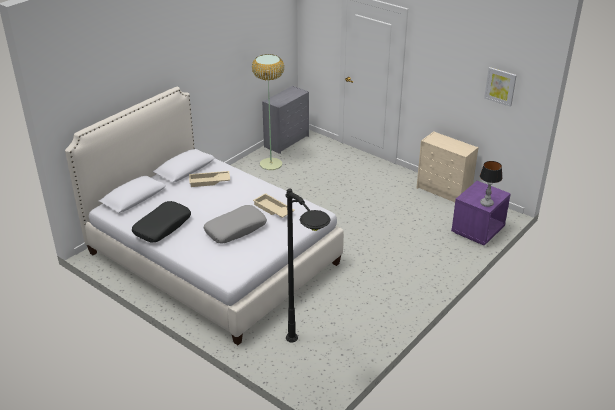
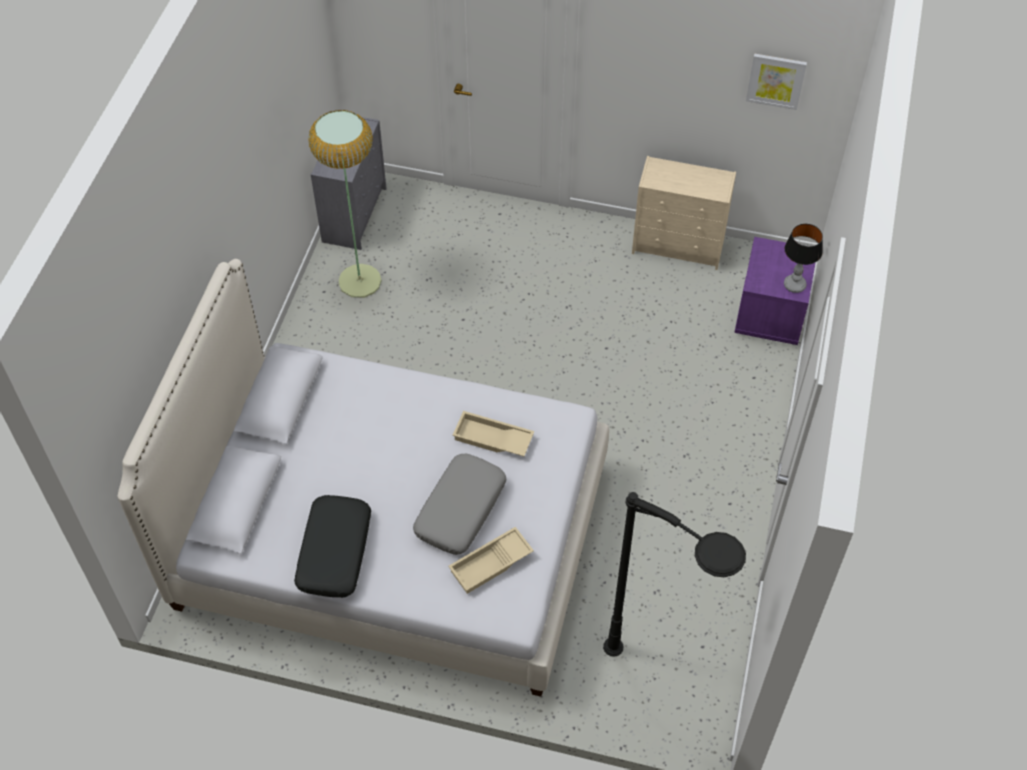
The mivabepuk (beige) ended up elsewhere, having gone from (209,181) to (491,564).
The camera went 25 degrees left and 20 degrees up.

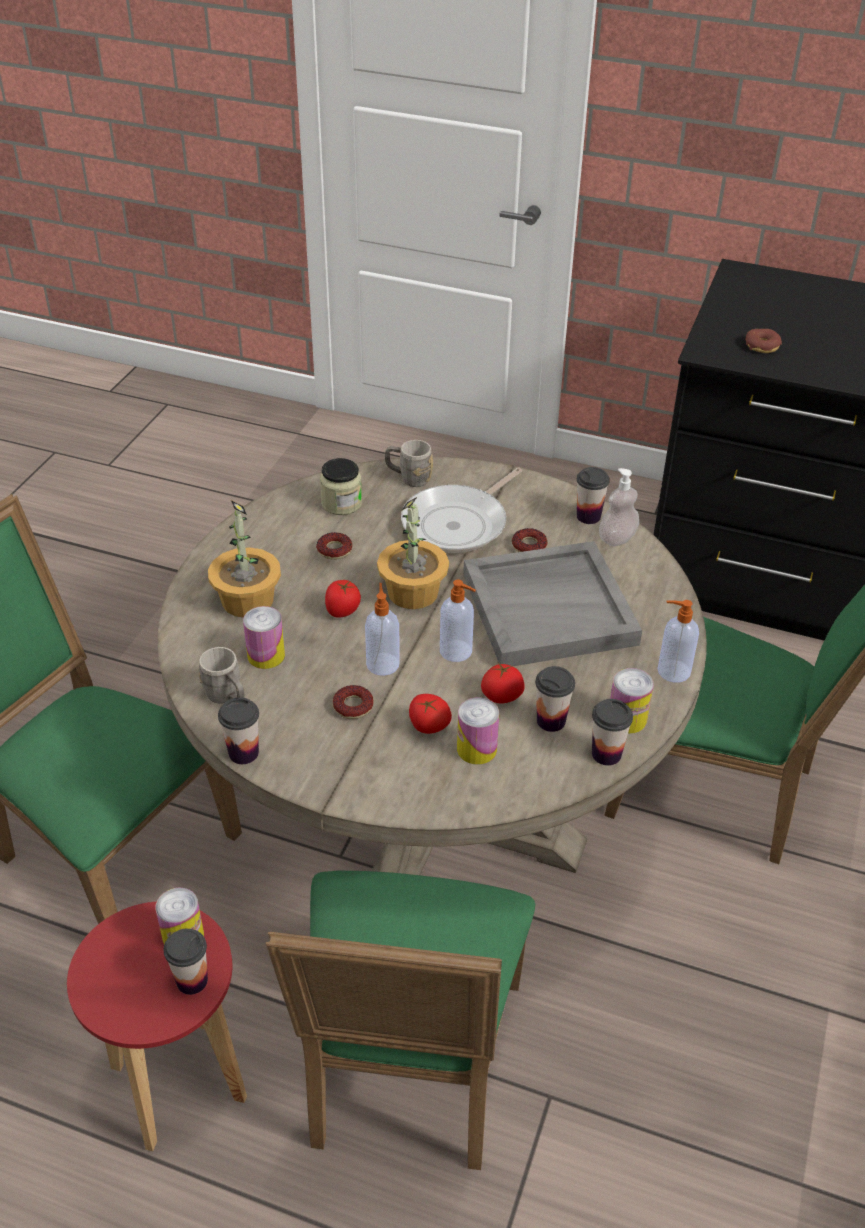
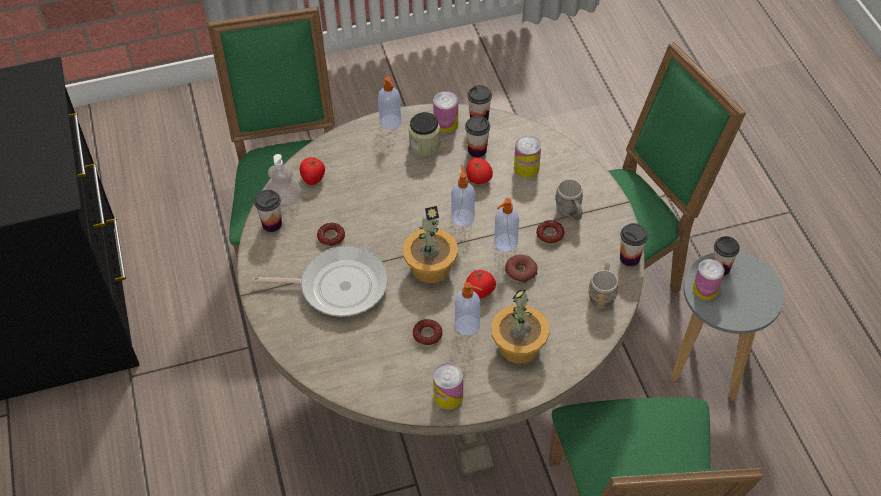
The second view lost the mivabepuk (grey) at (549,608).
The second view gained the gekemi at (468,325).
The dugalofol ended up elsewhere, having gone from (266,655) to (448,396).
The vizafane ended up elsewhere, having gone from (341,503) to (424,145).
The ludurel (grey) ended up elsewhere, having gone from (409,478) to (570,213).
The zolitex ended up elsewhere, having gone from (428,726) to (313,178).
The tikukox ended up elsewhere, having gone from (762,346) to (520,272).
What was the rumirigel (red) at (179,1084) turned into the rumirigel (grey) at (710,364).
The camera went 125 degrees left and 10 degrees up.

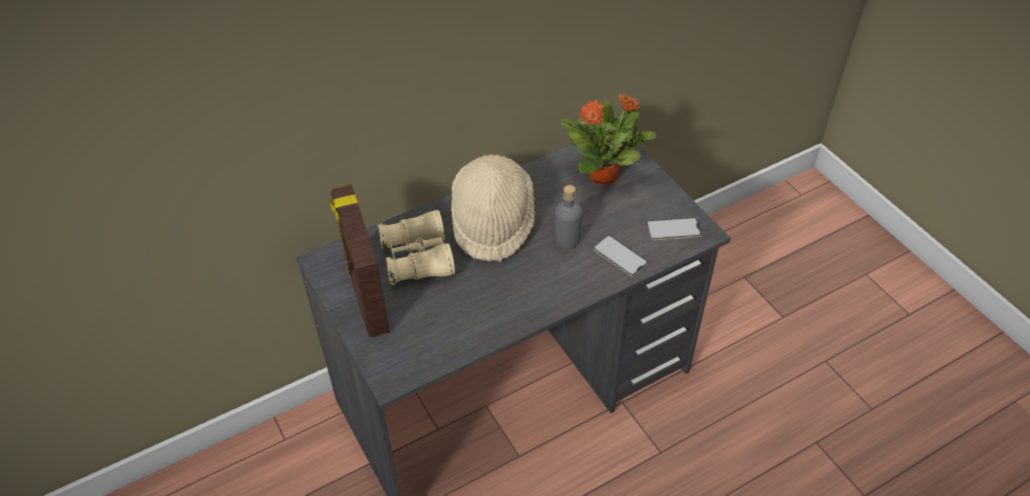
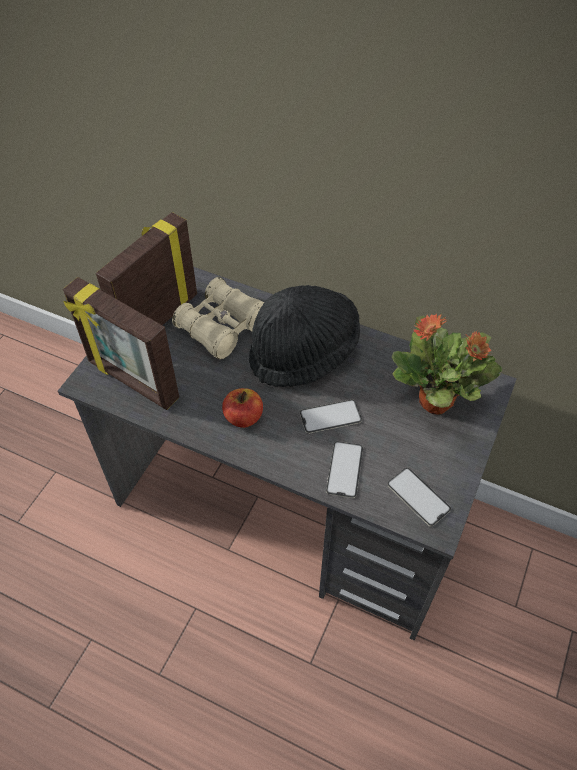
The second view gained the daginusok at (132,381).
The second view gained the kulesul at (243,417).
Where the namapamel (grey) stood at (567,239), the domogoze came to stand at (330,416).
What was the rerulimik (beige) at (492,222) turned into the rerulimik (black) at (303,352).
The camera went 55 degrees right and 5 degrees up.

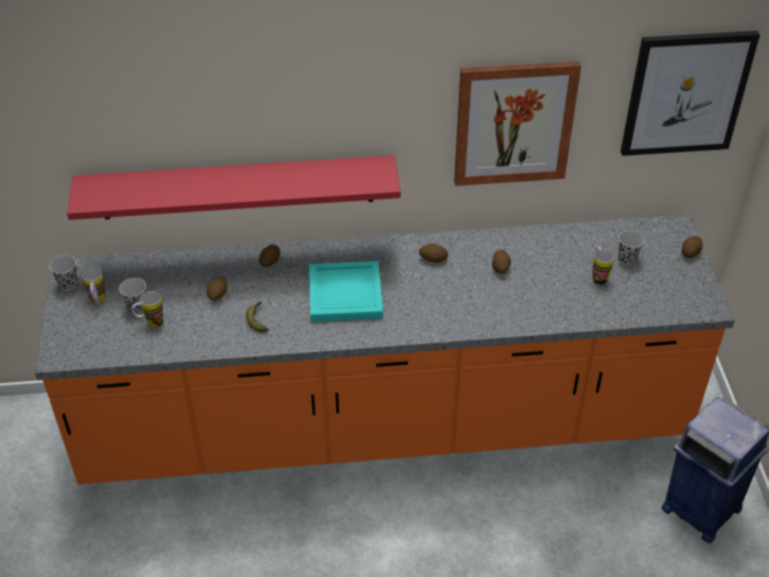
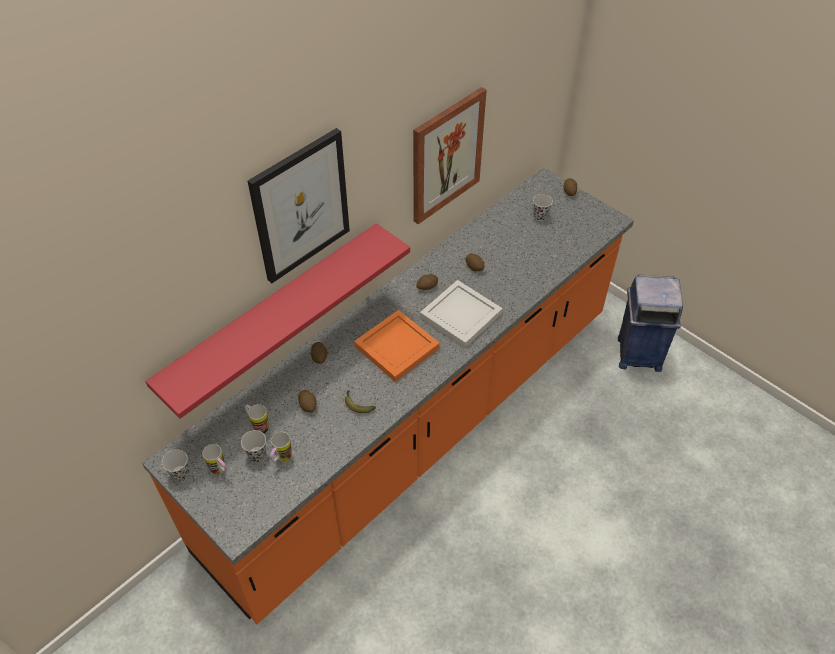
The second view gained the mivabepuk (white) at (460,314).
The ludurel ended up elsewhere, having gone from (598,276) to (258,426).
The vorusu ended up elsewhere, having gone from (686,93) to (300,206).
What was the mivabepuk (turquoise) at (346,295) turned into the mivabepuk (orange) at (398,347).
The camera went 40 degrees left and 5 degrees up.

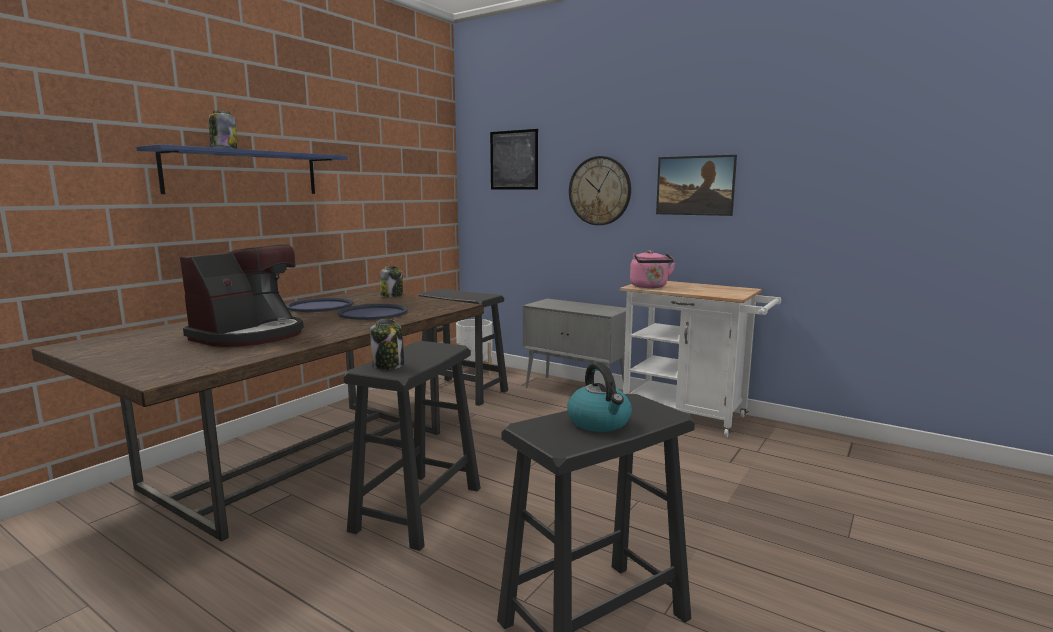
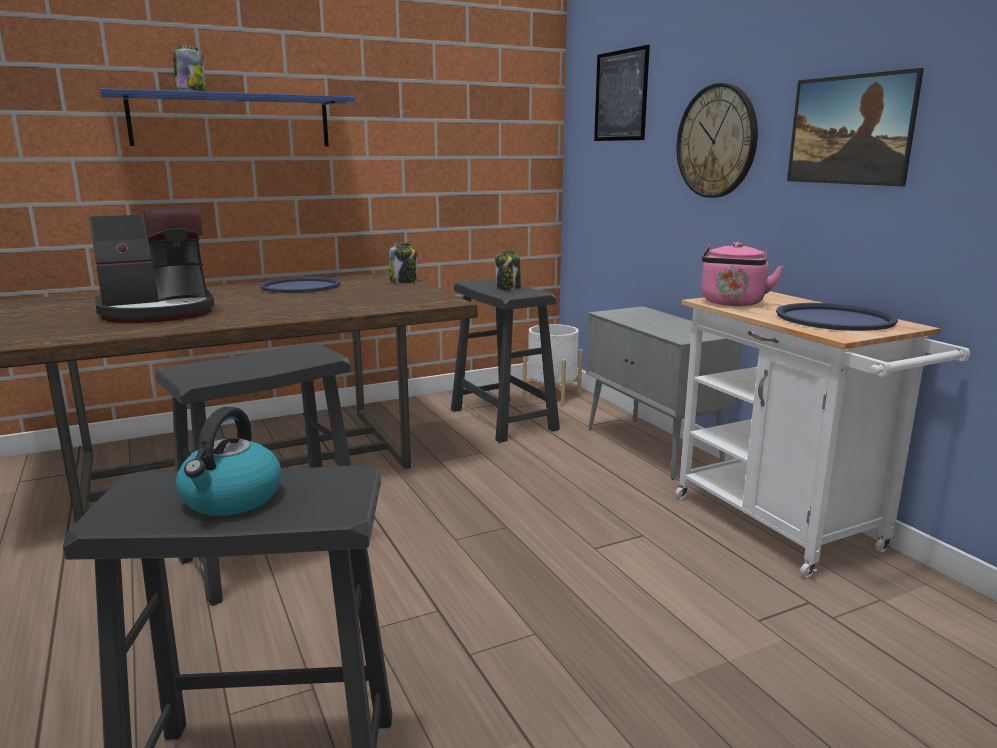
The mivabepuk (blue) ended up elsewhere, having gone from (373,313) to (834,319).
The vizafane ended up elsewhere, having gone from (388,365) to (508,288).
The camera went 30 degrees right and 5 degrees up.

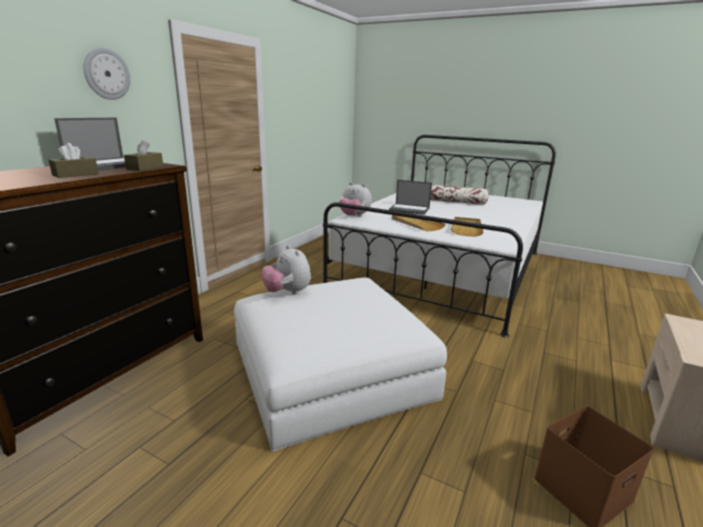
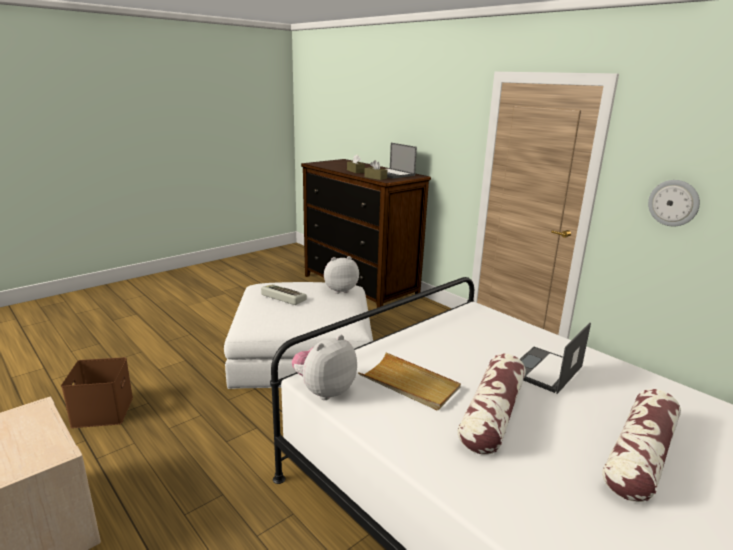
The second view lost the mivabepuk (beige) at (416,224).
The second view gained the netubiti at (282,297).
The second view gained the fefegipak at (492,415).
The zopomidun ended up elsewhere, having gone from (106,74) to (673,203).
The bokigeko ended up elsewhere, having gone from (354,216) to (324,391).
The camera went 110 degrees right and 0 degrees up.

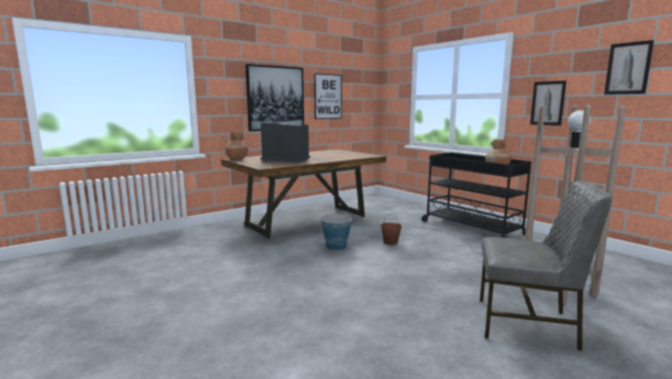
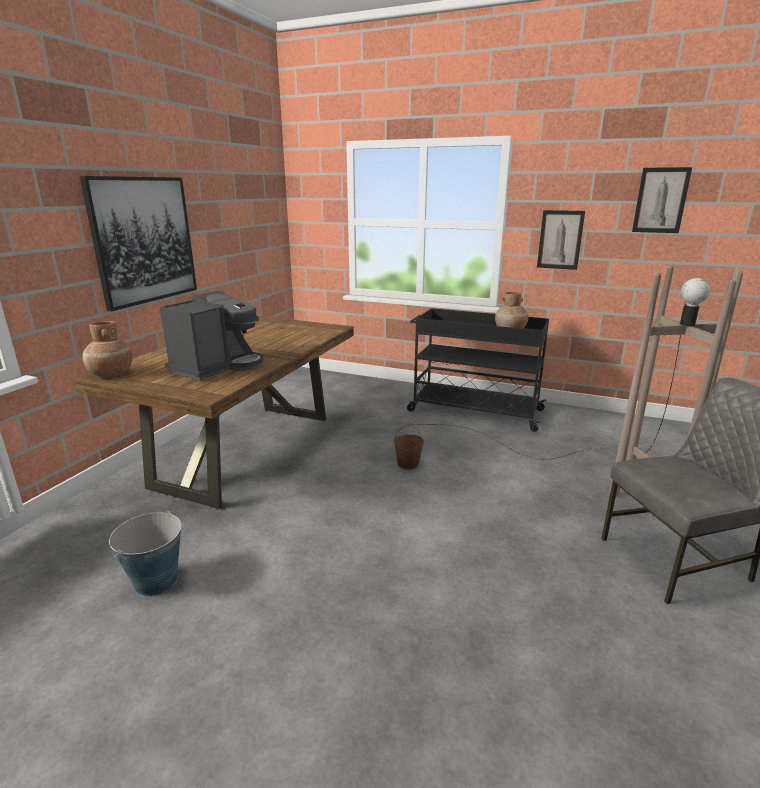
The second view lost the vorusu at (328,96).
The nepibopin ended up elsewhere, having gone from (336,246) to (155,581).
The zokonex at (285,161) ended up facing another way, 135 degrees clockwise from before.
The camera went 30 degrees left and 10 degrees up.

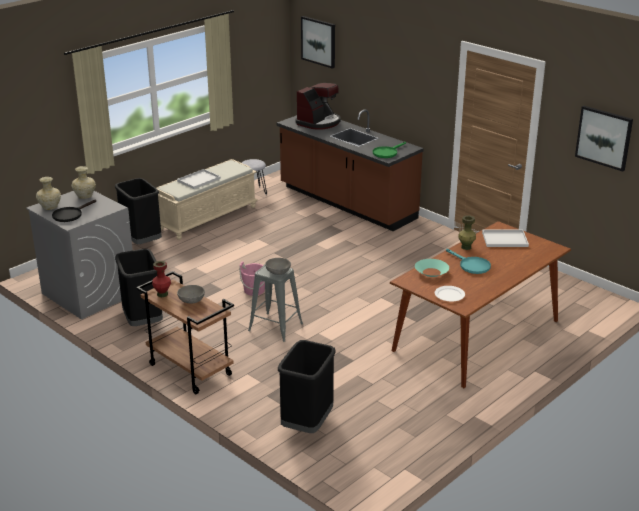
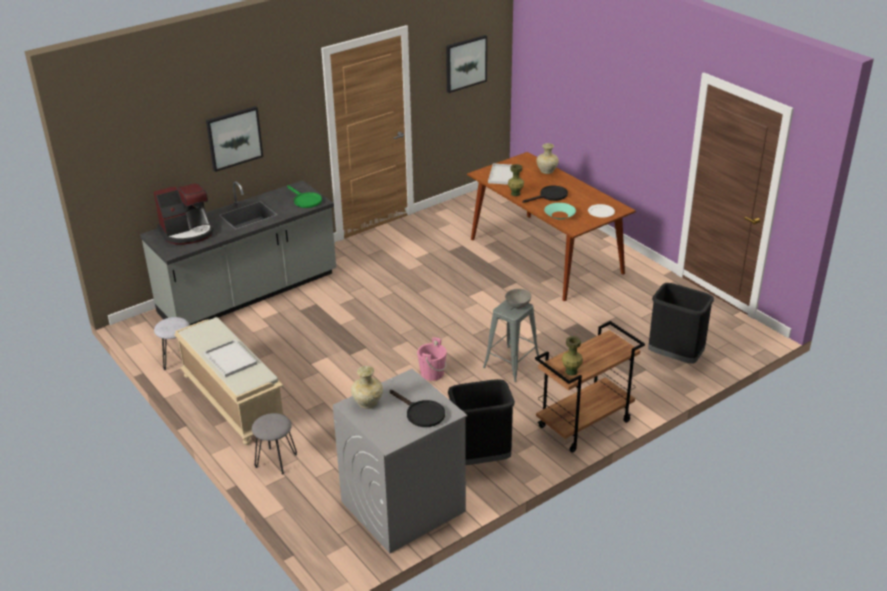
The second view lost the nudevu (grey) at (192,301).
The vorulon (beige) ended up elsewhere, having gone from (49,207) to (547,171).
The vorusu ended up elsewhere, having gone from (319,41) to (234,138).
Where the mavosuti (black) stood at (141,241), the rumirigel (grey) came to stand at (276,460).
What was the vorulon (red) at (162,294) turned into the vorulon (green) at (571,371).
What was the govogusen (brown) at (346,203) turned into the govogusen (grey) at (249,294).
What was the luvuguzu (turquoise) at (471,265) turned into the luvuguzu (black) at (550,196).
The zokonex at (319,122) ended up facing another way, 105 degrees clockwise from before.
The camera went 80 degrees left and 5 degrees up.

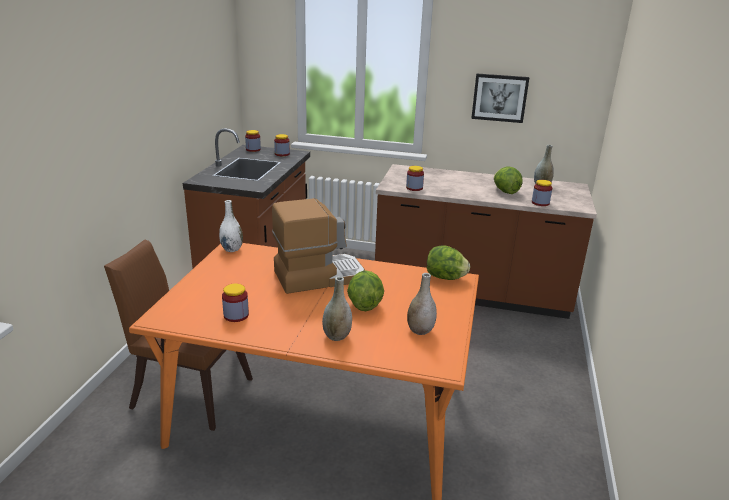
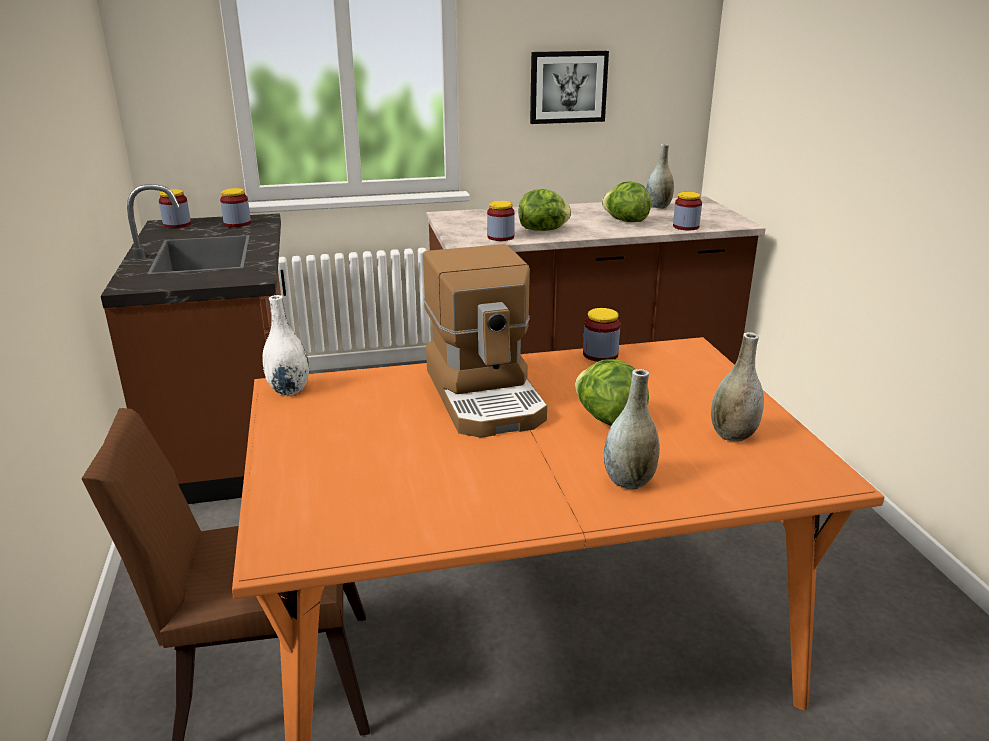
The vizafane ended up elsewhere, having gone from (236,315) to (600,354).
The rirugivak ended up elsewhere, having gone from (445,278) to (543,230).
The zokonex at (318,276) ended up facing another way, 120 degrees clockwise from before.
The camera went 25 degrees left and 0 degrees up.

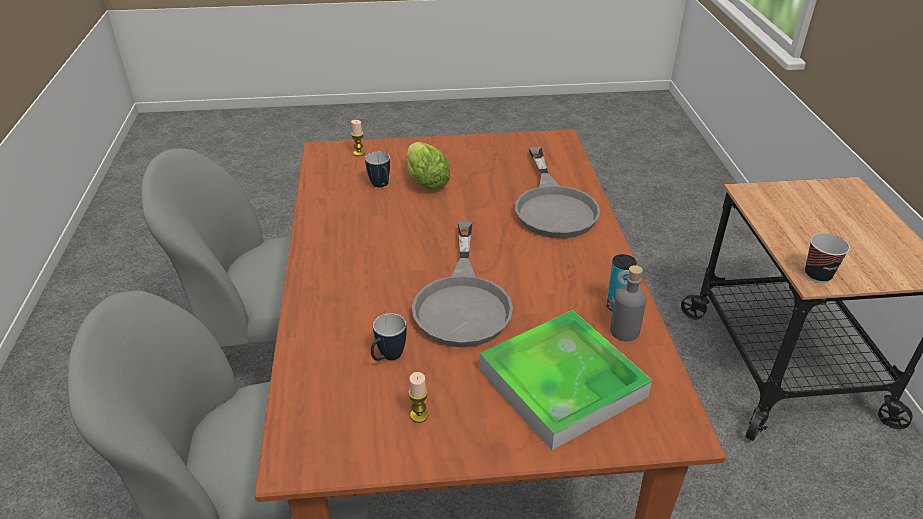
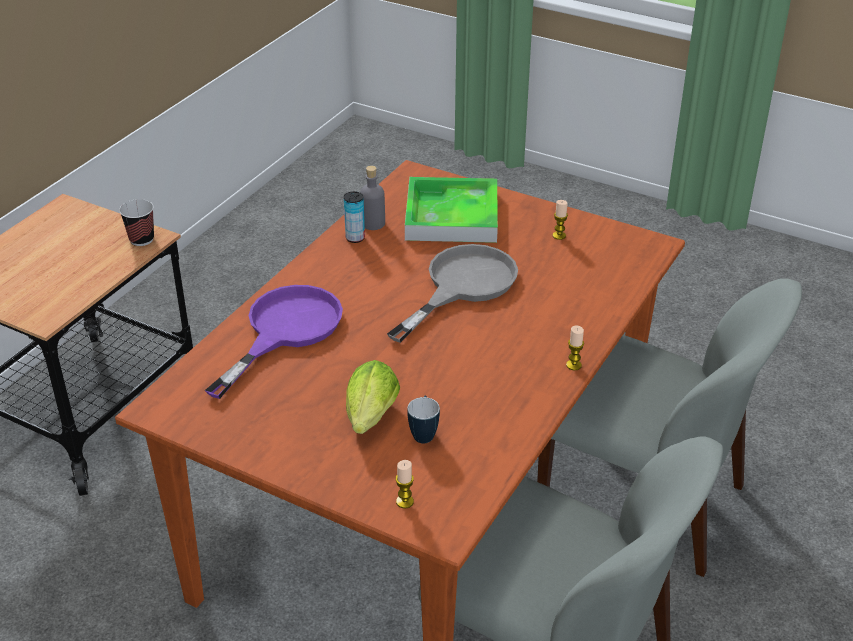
The second view lost the ludurel at (387,358).
The second view gained the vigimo at (573,365).
What was the luvuguzu (grey) at (553,206) turned into the luvuguzu (purple) at (285,331).
The camera went 145 degrees left and 0 degrees up.

